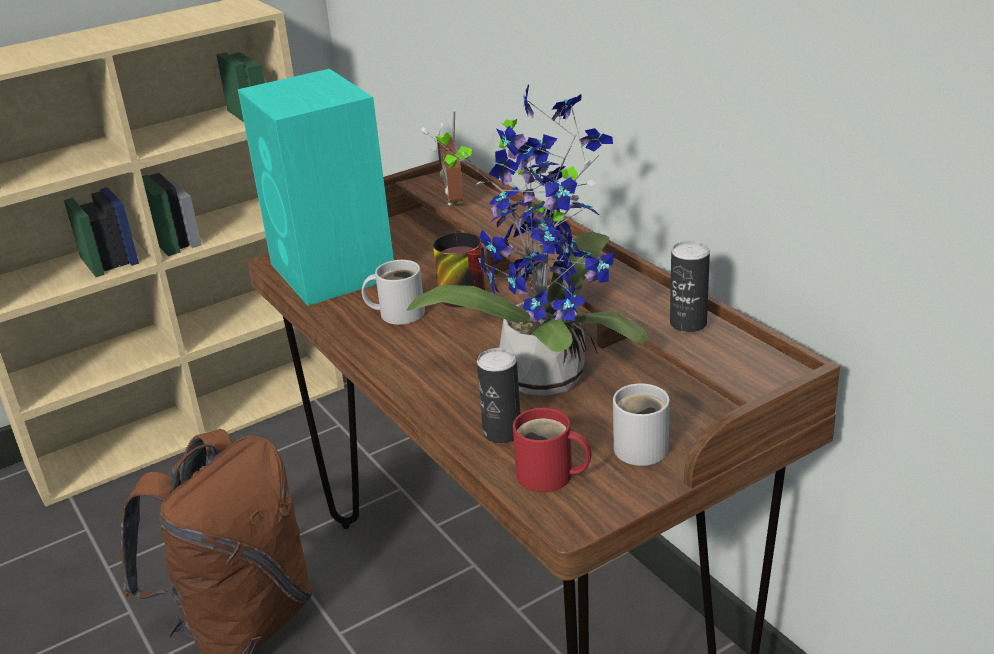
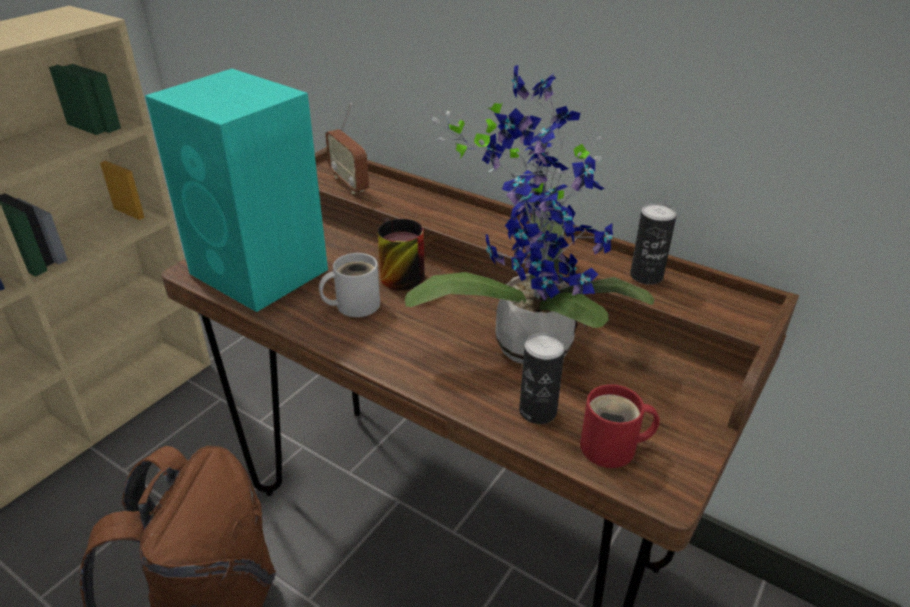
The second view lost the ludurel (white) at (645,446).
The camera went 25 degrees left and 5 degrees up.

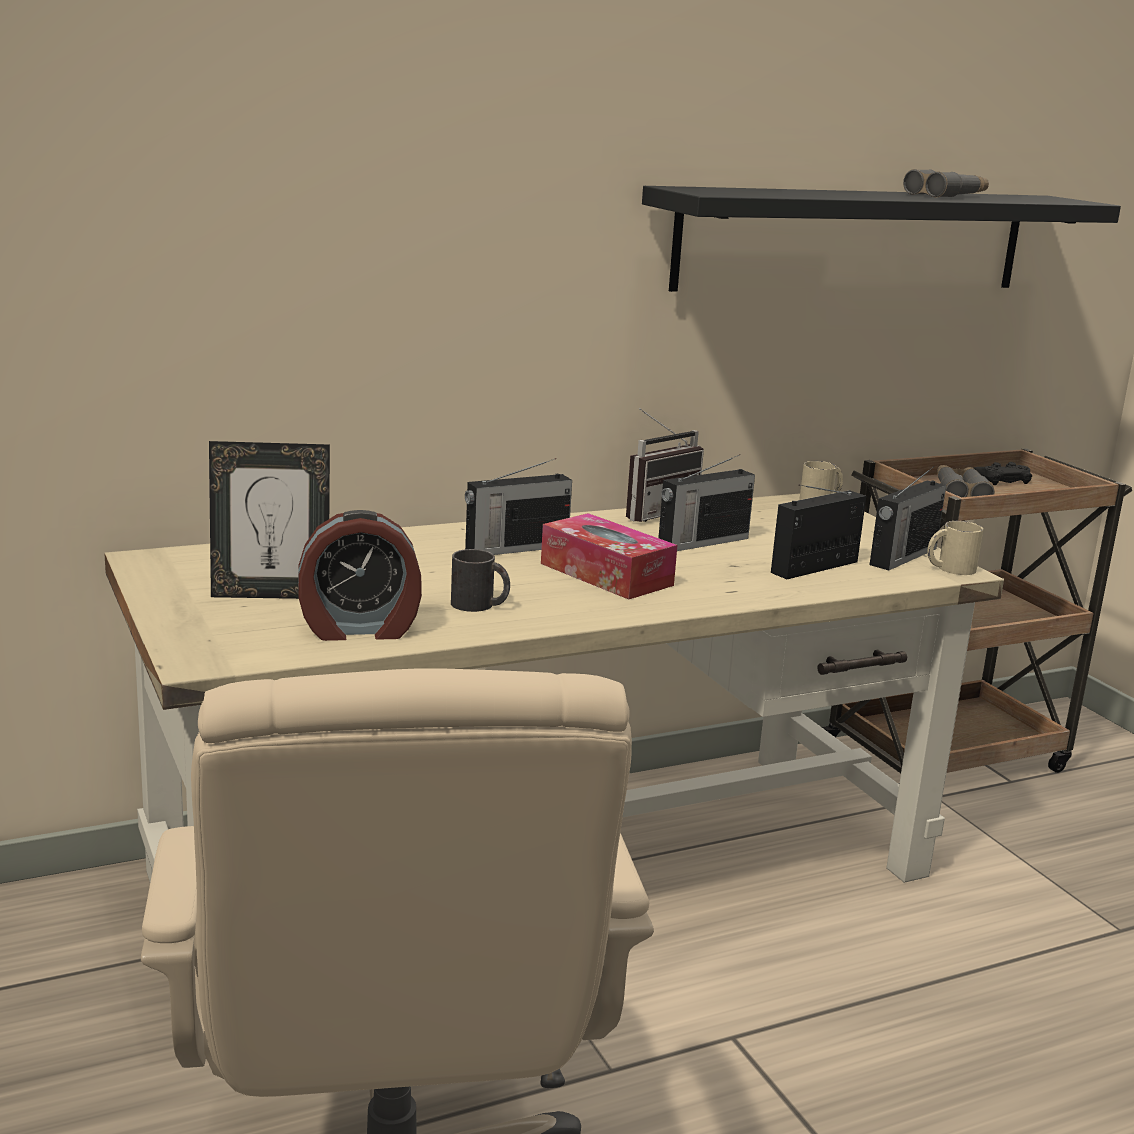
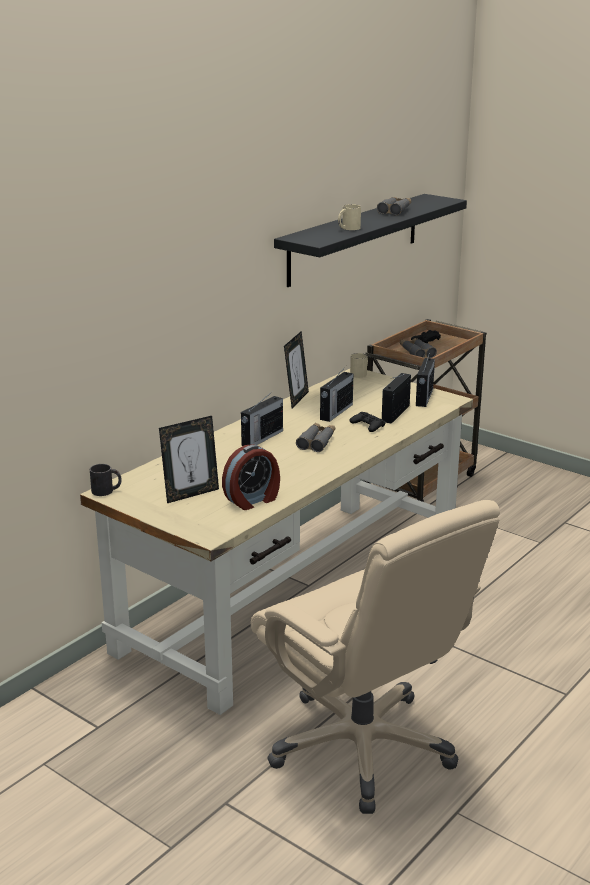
The second view gained the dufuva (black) at (367,425).
The ludurel (black) ended up elsewhere, having gone from (480,605) to (107,491).
The ludurel (beige) ended up elsewhere, having gone from (949,568) to (348,228).
Where the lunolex stood at (606,574), the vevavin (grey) came to stand at (317,442).
Where the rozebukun stood at (655,512), the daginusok came to stand at (296,399).
The camera went 25 degrees left and 5 degrees up.

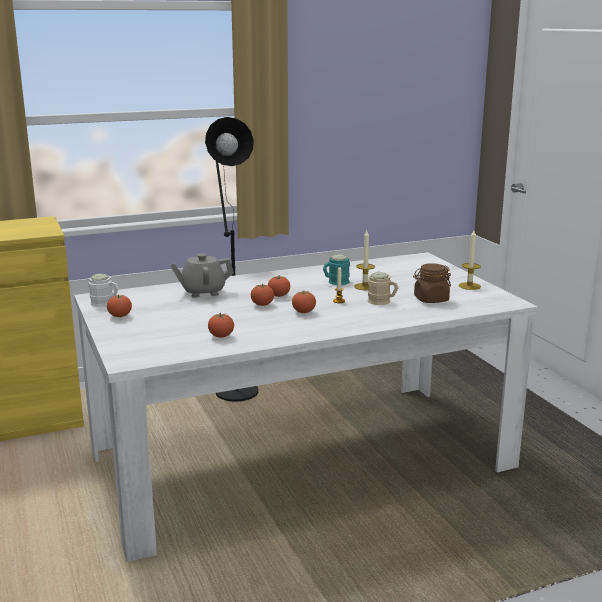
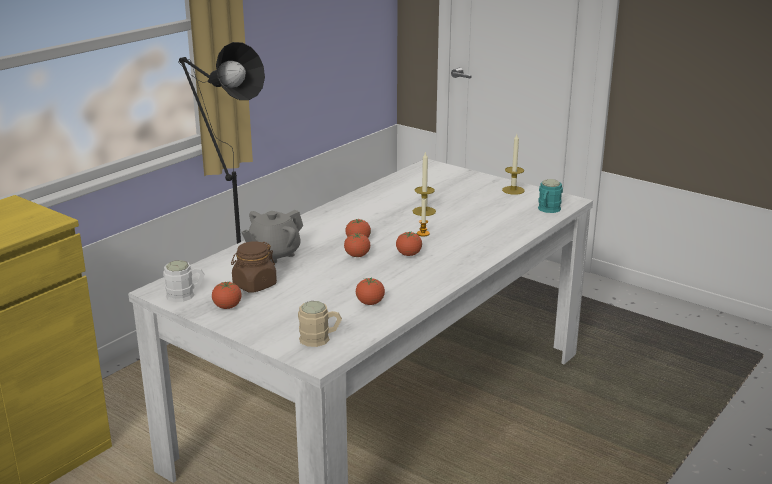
The ludurel (turquoise) ended up elsewhere, having gone from (335,282) to (548,210).
The ludurel (beige) ended up elsewhere, having gone from (382,302) to (320,339).
The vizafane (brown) ended up elsewhere, having gone from (431,299) to (254,285).
The camera went 30 degrees left and 5 degrees up.

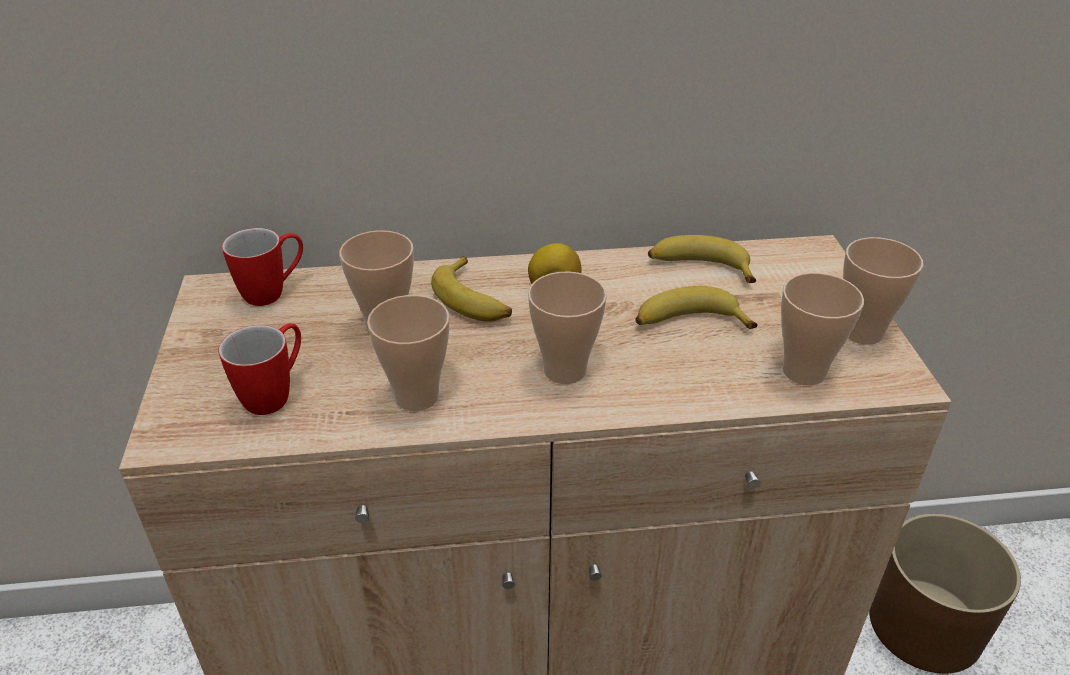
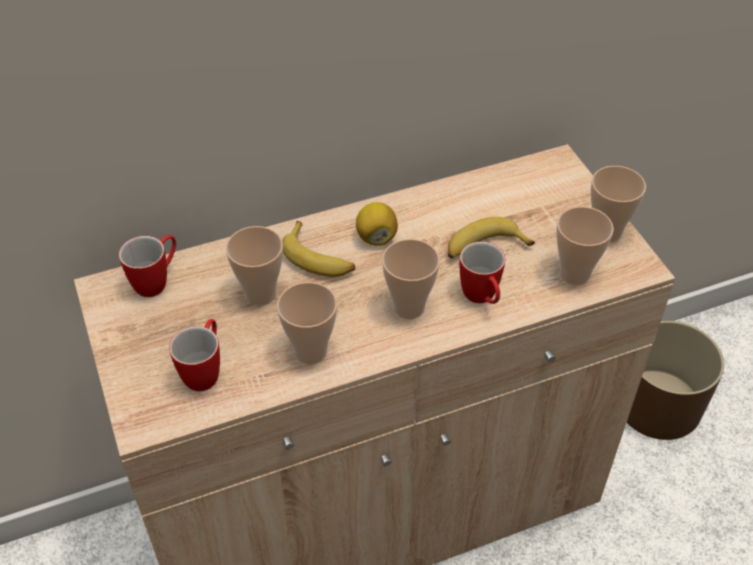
The second view lost the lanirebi at (699,268).
The second view gained the ludurel at (482,299).
The camera went 15 degrees left and 10 degrees up.

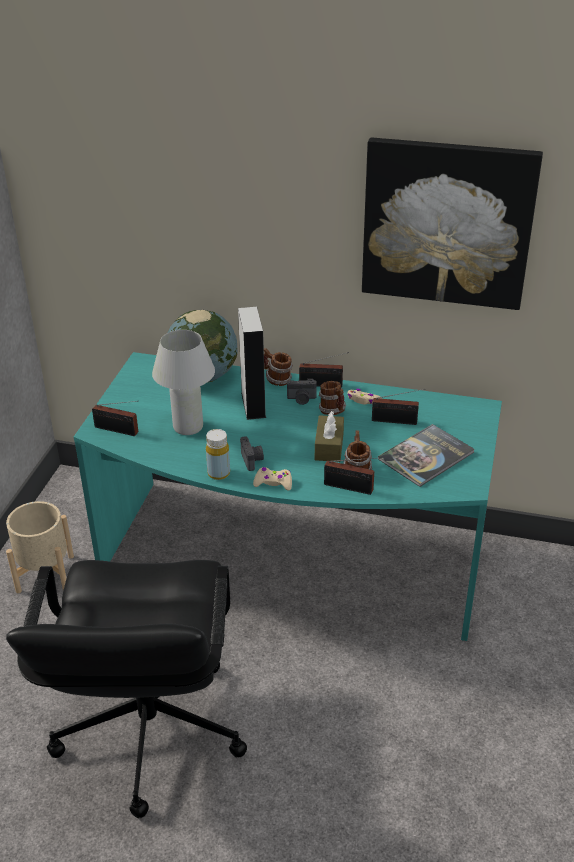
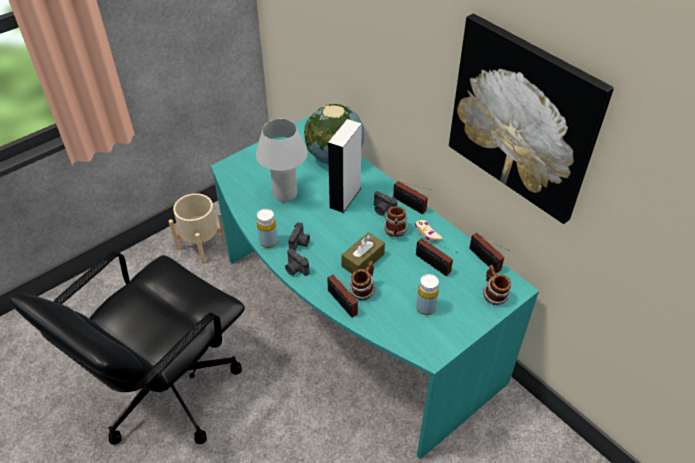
The rozebukun ended up elsewhere, having gone from (118,430) to (486,261).
The ludurel ended up elsewhere, having gone from (277,380) to (493,295).
Where the dufuva (beige) stood at (273,483), the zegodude came to stand at (295,269).
Where the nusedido stood at (426,456), the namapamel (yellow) came to stand at (425,308).
The camera went 35 degrees right and 10 degrees up.

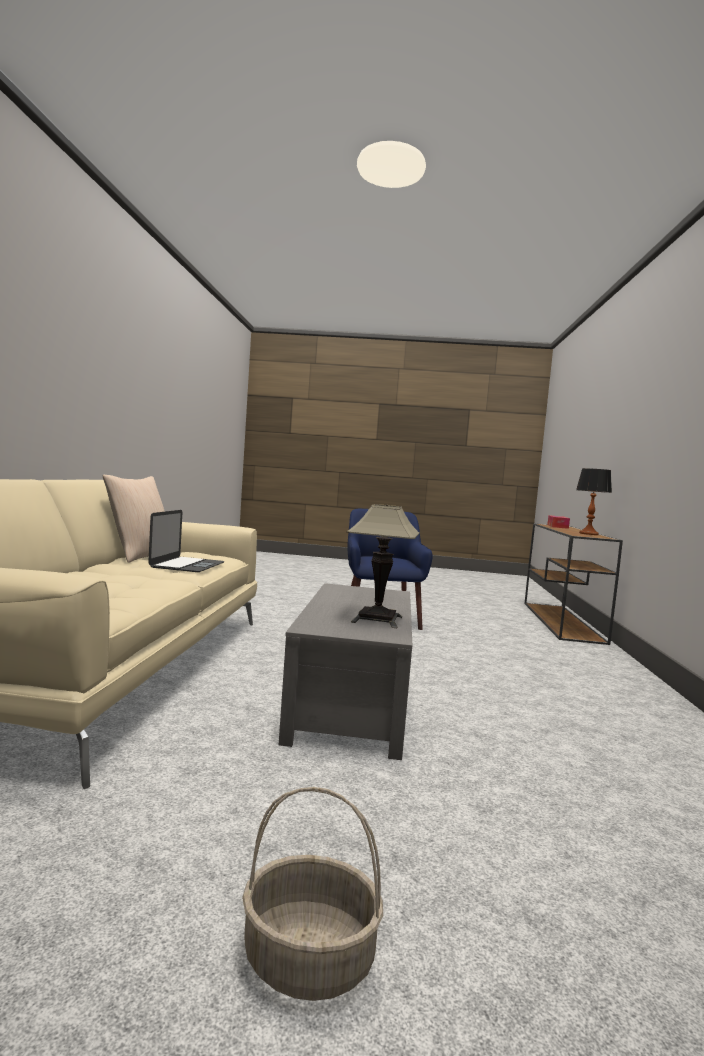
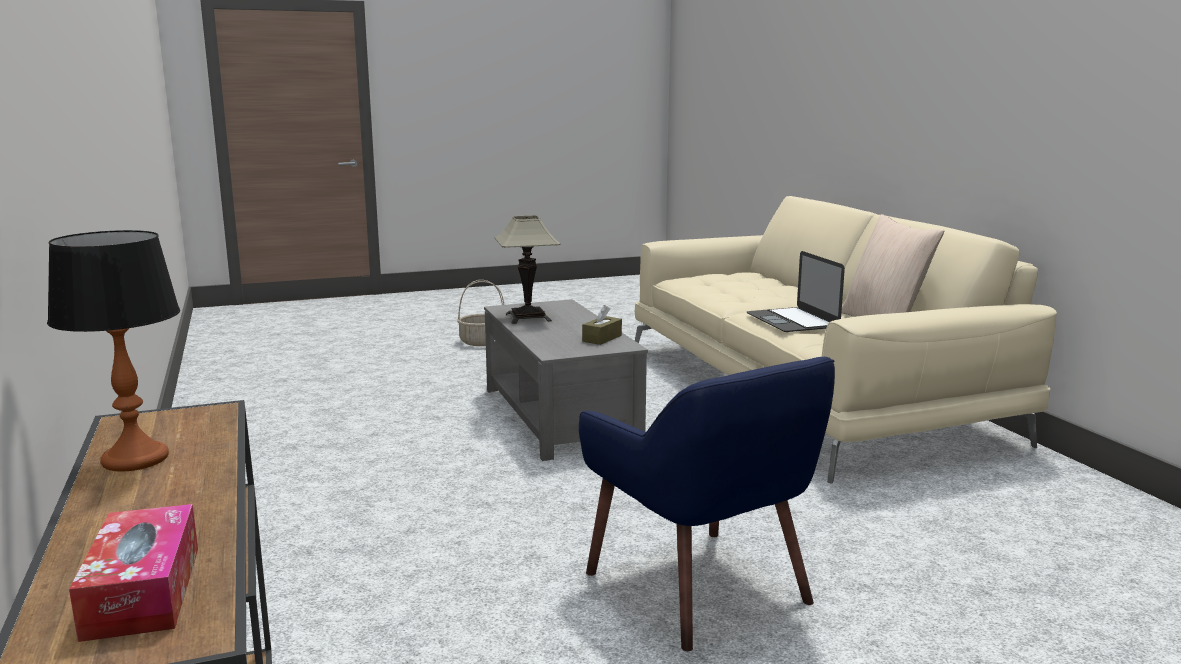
The second view gained the lunolex (brown) at (602,338).
The camera went 155 degrees right and 10 degrees up.

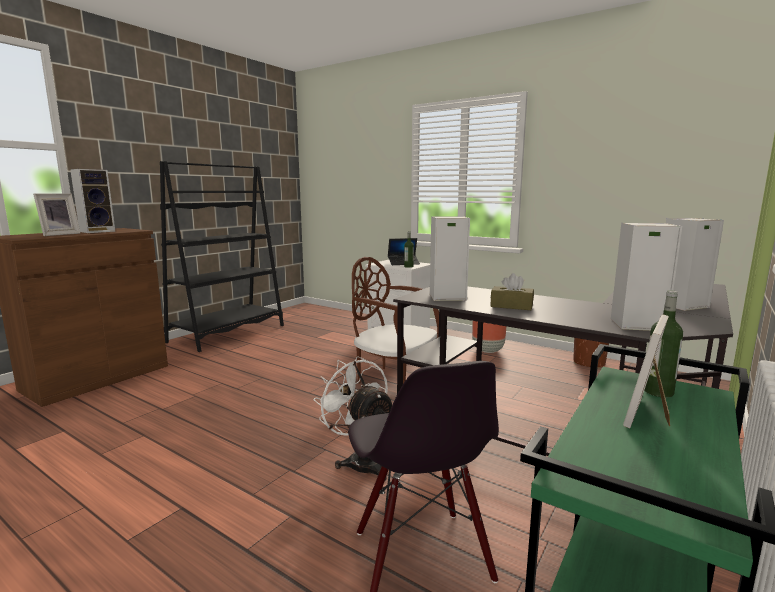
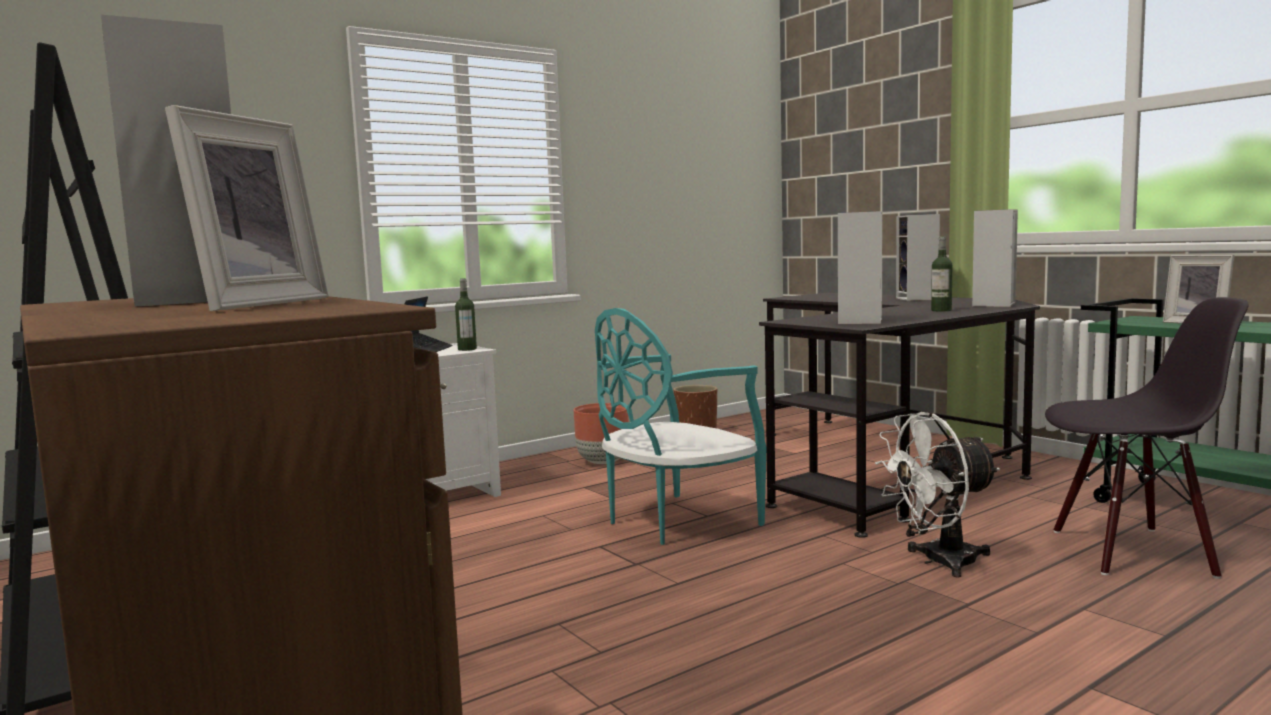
The second view lost the lunolex (brown) at (511,306).
The namapamel ended up elsewhere, having gone from (658,392) to (941,310).
What was the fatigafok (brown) at (395,381) turned into the fatigafok (turquoise) at (676,521).
The daginusok at (59,234) ended up facing another way, 60 degrees clockwise from before.
The camera went 70 degrees left and 5 degrees down.

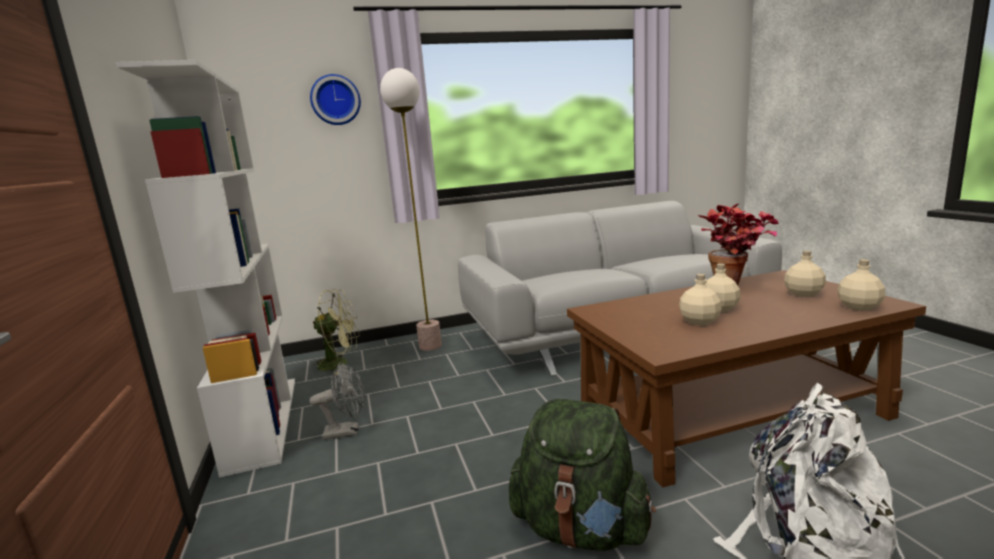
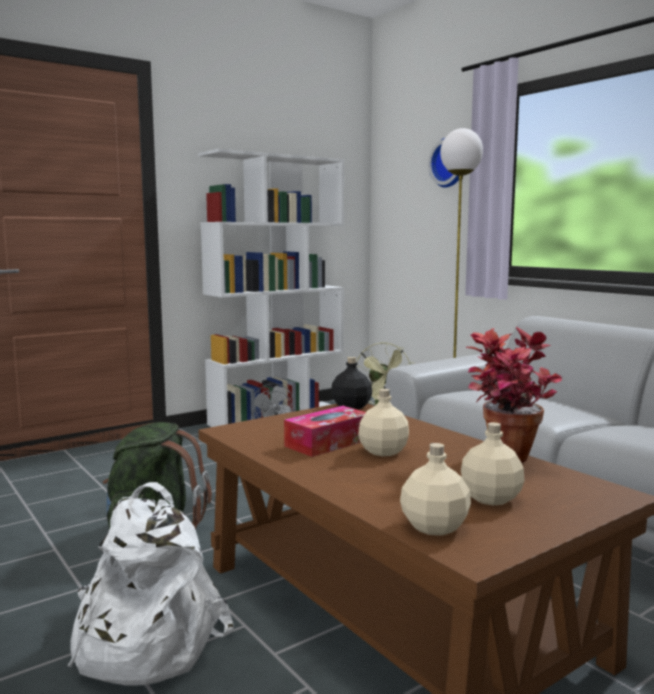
The second view gained the namapamel (black) at (352,407).
Where the namapamel (beige) stood at (698,321), the lunolex came to stand at (328,442).
The camera went 70 degrees right and 5 degrees down.

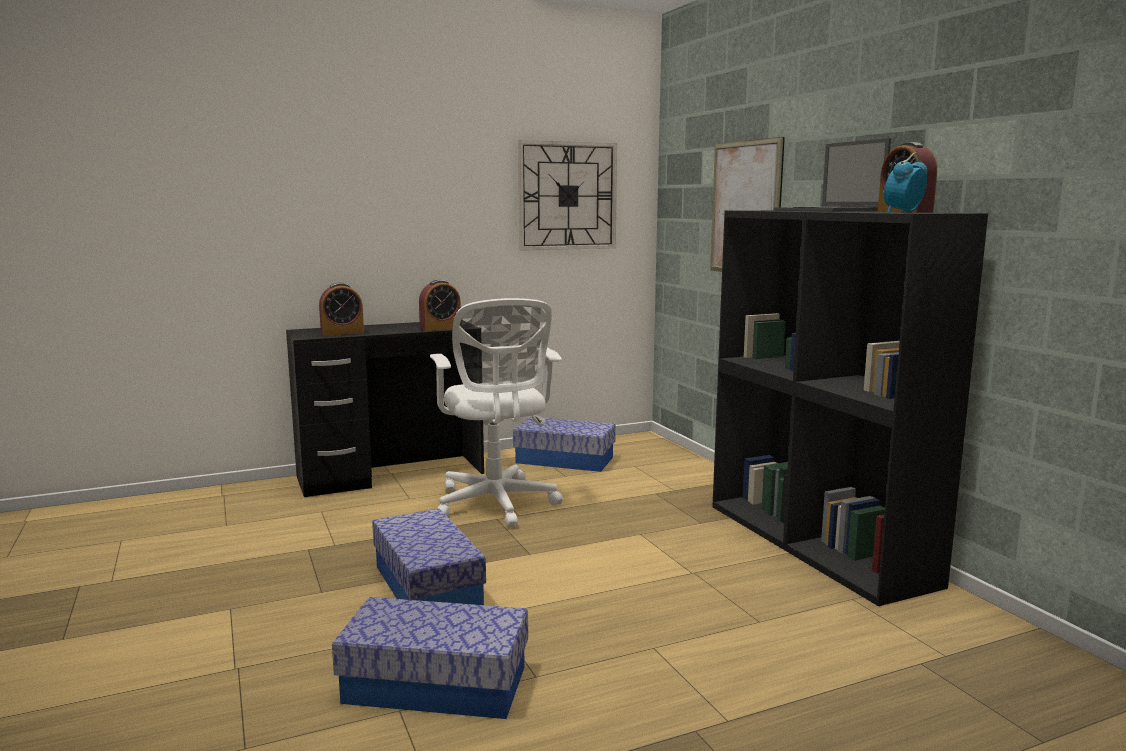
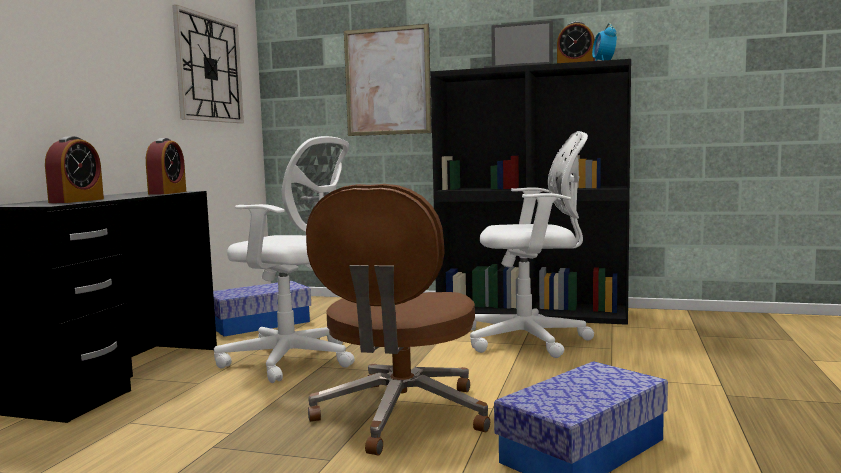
The second view gained the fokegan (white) at (531,340).
Where the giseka stood at (427,586), the fokegan (brown) came to stand at (401,416).
The camera went 50 degrees left and 5 degrees down.

